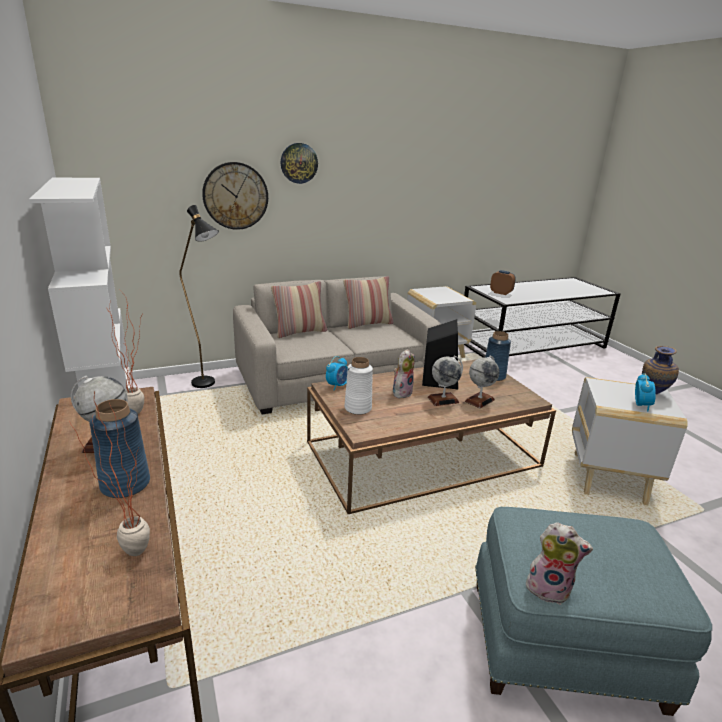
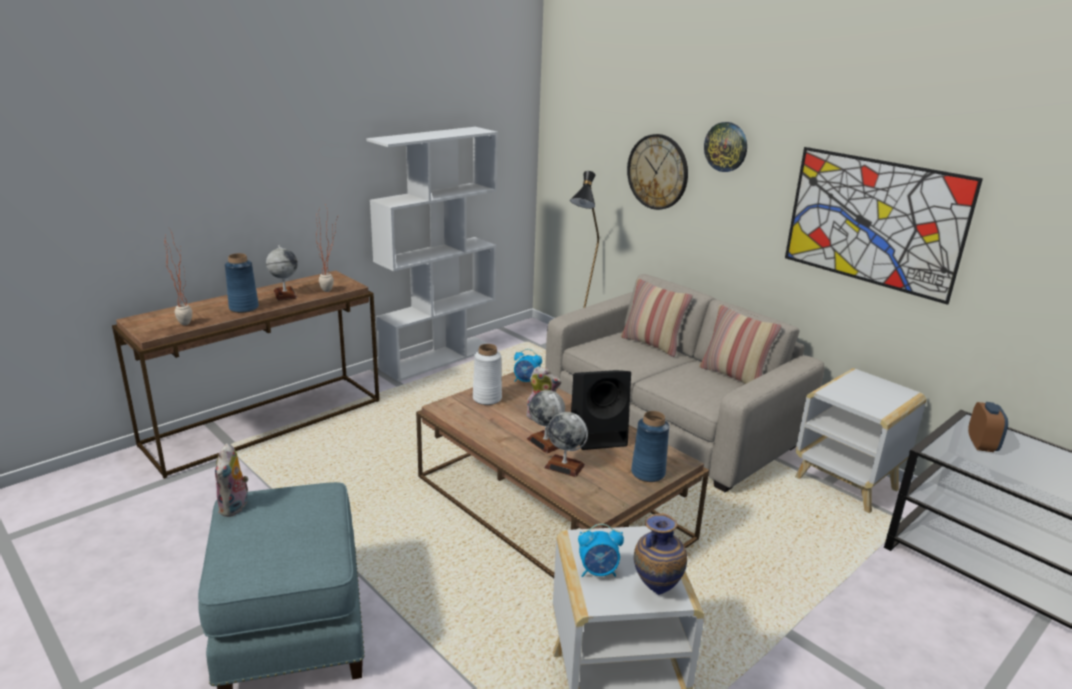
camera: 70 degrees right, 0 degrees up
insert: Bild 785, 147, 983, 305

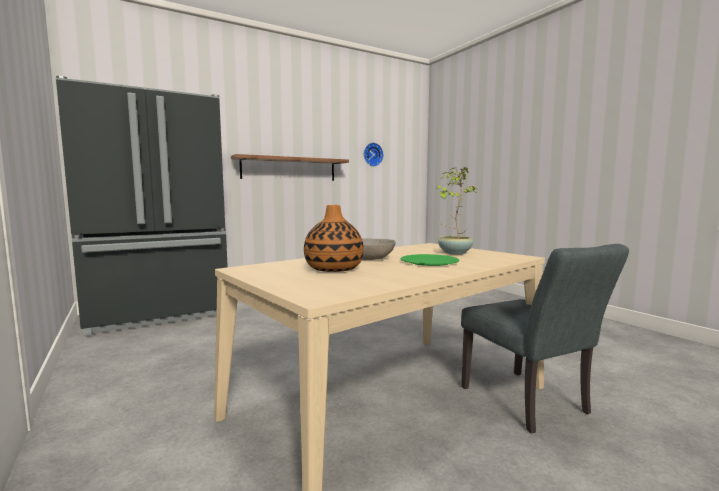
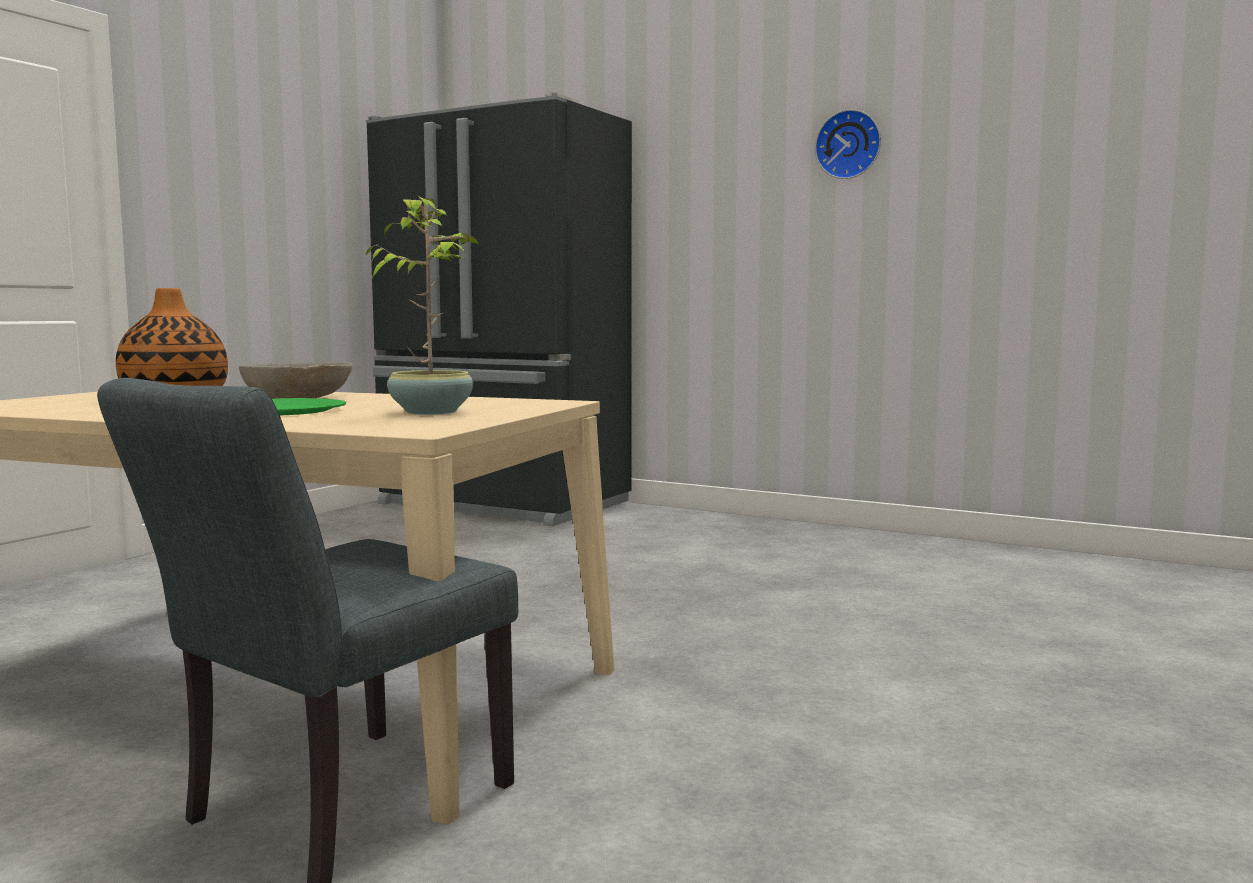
camera: 60 degrees right, 0 degrees up
delete: Wandregal 231, 154, 349, 181
move: Wanduhr 364, 143, 384, 167 to 815, 109, 881, 179

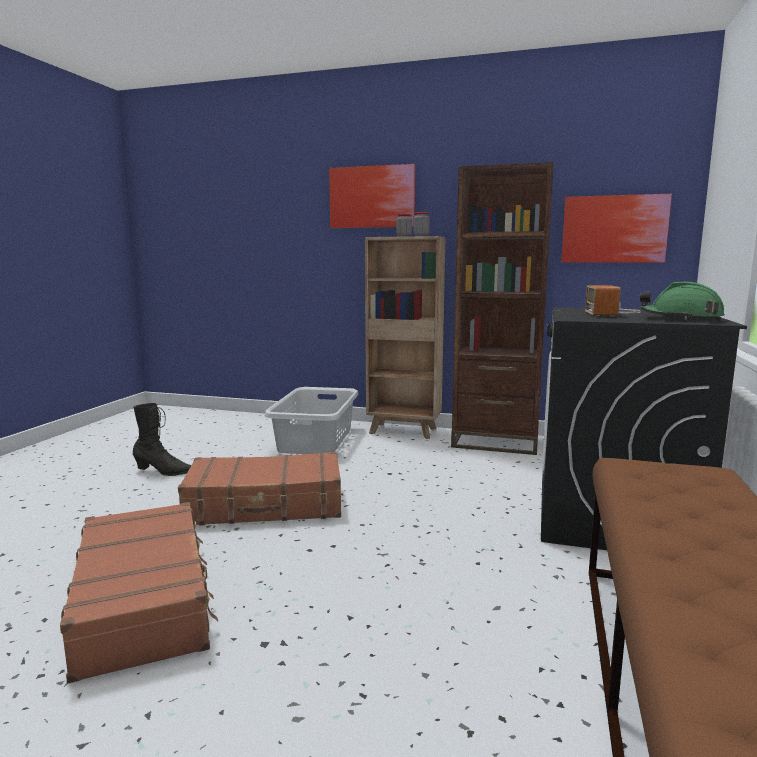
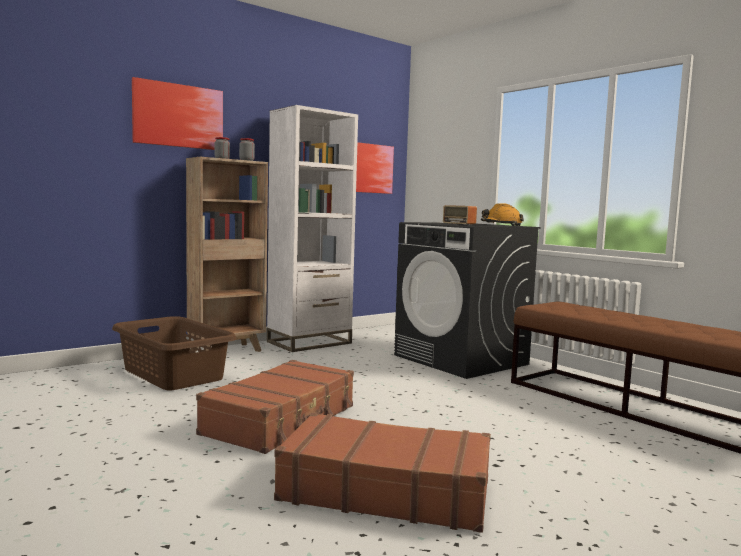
camera: 55 degrees left, 5 degrees down
delete: Stiefel (schwarz) 133, 403, 191, 476
recolor: Wäschekorb (grau) 265, 387, 358, 454 to Wäschekorb (braun) 112, 316, 236, 391; Bücherregal (braun) 451, 162, 554, 455 to Bücherregal (weiß) 267, 105, 358, 352; Schutzhelm (grün) 640, 282, 725, 322 to Schutzhelm (orange) 481, 203, 524, 226

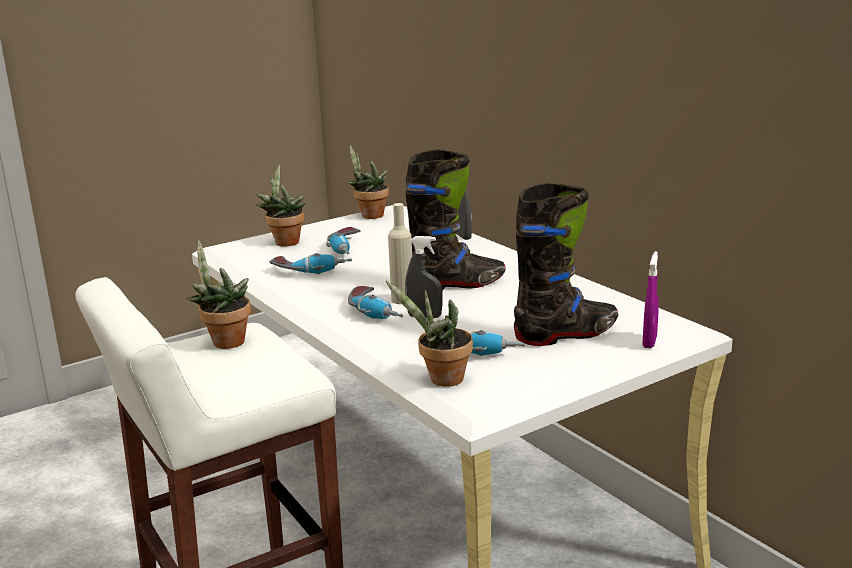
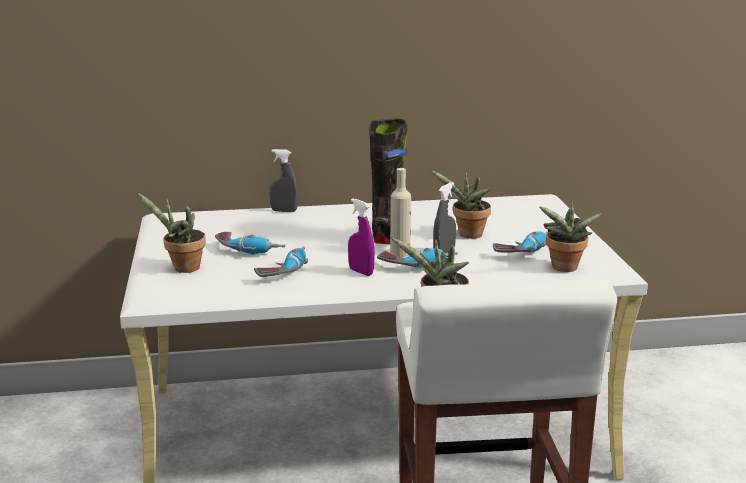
camera: 65 degrees left, 0 degrees up
delete: Stiefel (schwarz) 514, 182, 618, 346
move: Sprühflasche (lila) 643, 251, 659, 348 to 348, 198, 375, 276; Topfpflanze 347, 145, 389, 219 to 430, 170, 492, 239

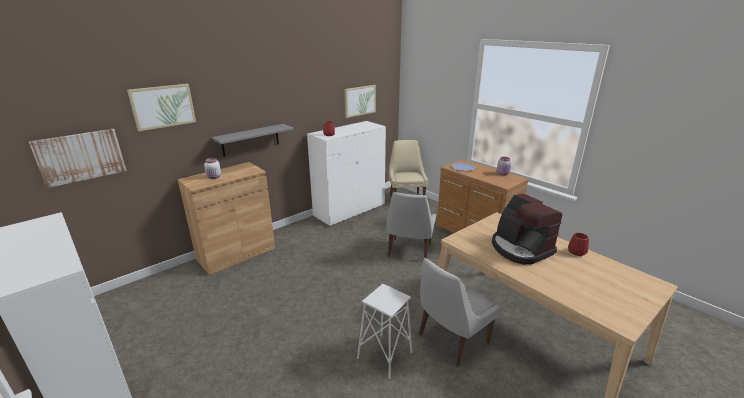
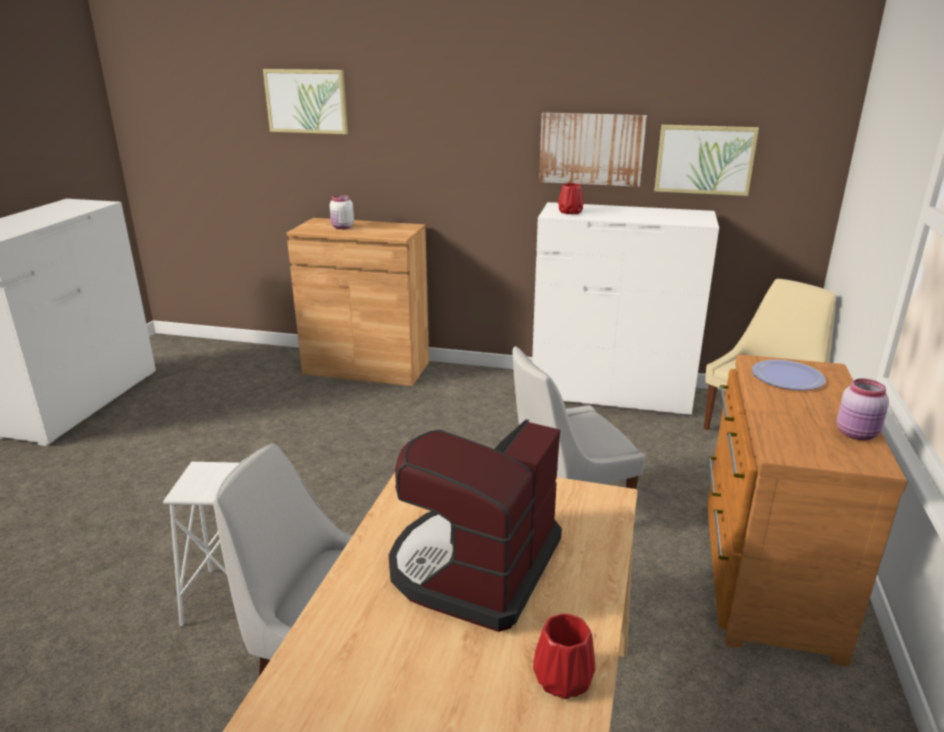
camera: 55 degrees right, 0 degrees up
delete: Wandregal (grau) 212, 124, 294, 157
move: Bild 29, 129, 126, 188 to 539, 112, 647, 187

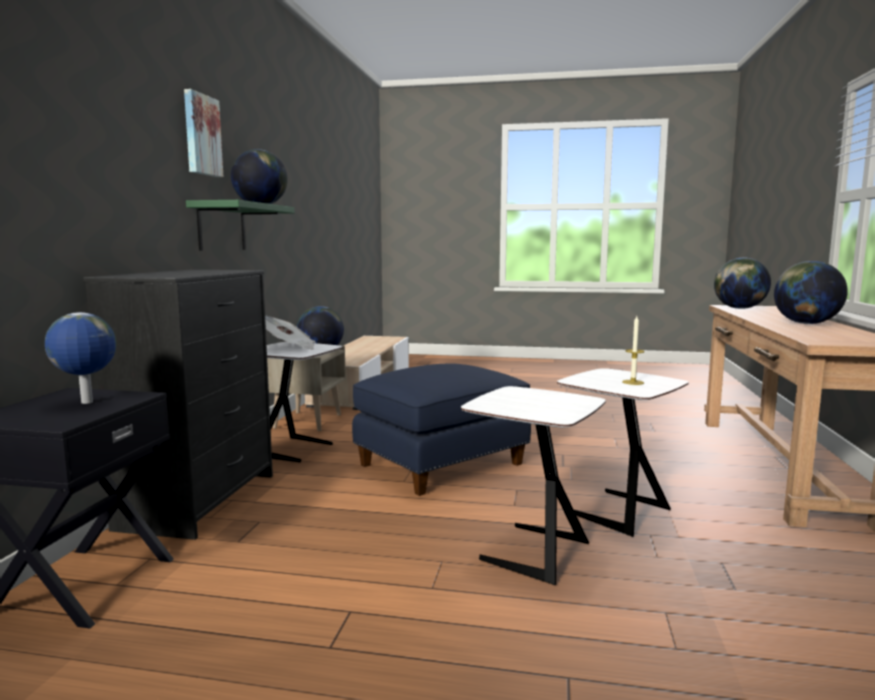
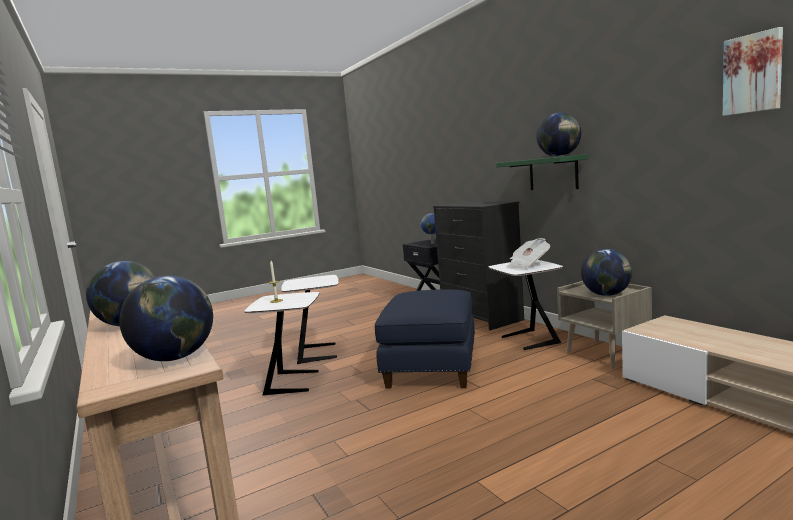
camera: 140 degrees right, 0 degrees up
move: Bild 184, 89, 223, 177 to 723, 27, 783, 116

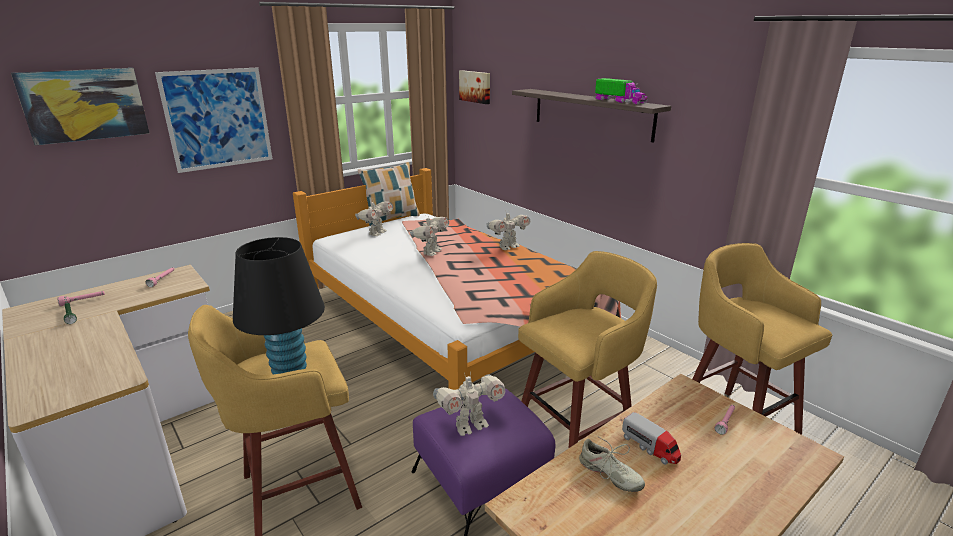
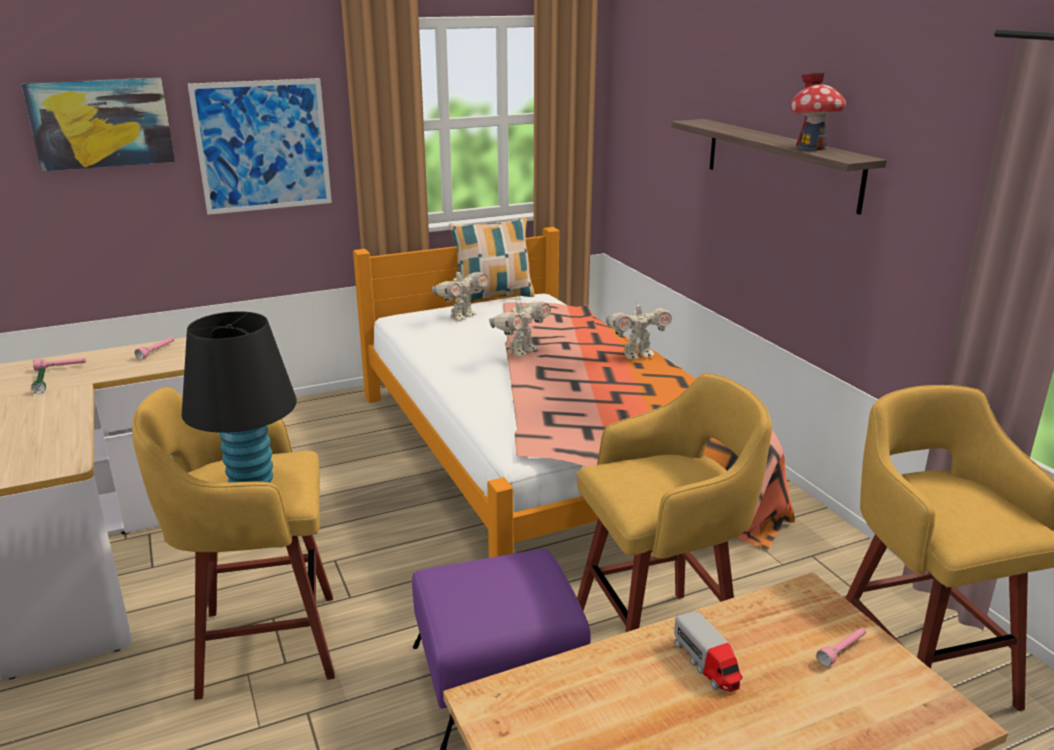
camera: 15 degrees right, 0 degrees up
delete: Spielzeugroboter 433, 371, 506, 436; Bild 459, 70, 490, 104; Schuh (beige) 579, 436, 645, 492
replace: Spielzeuglaster 595, 78, 648, 105 to Spielzeughaus 791, 73, 846, 151

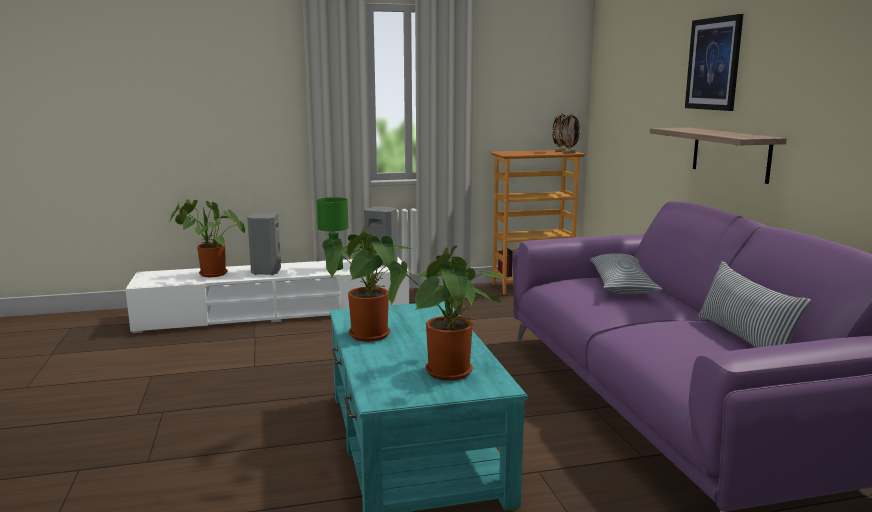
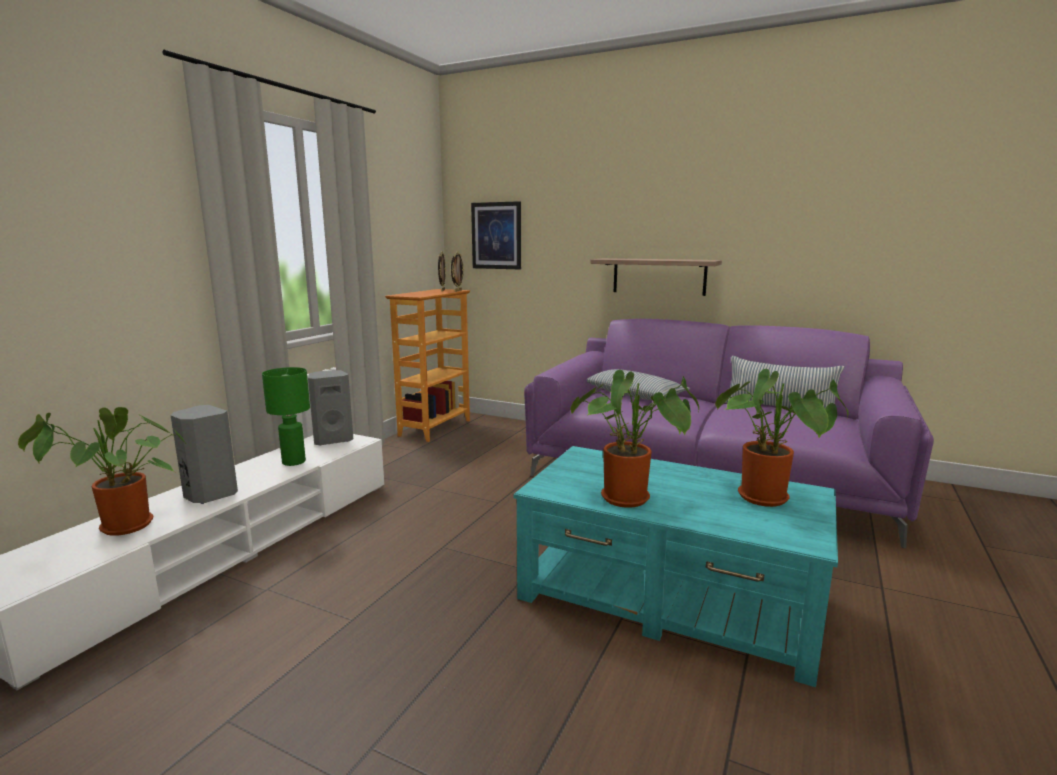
camera: 50 degrees left, 0 degrees up
move: Bild 685, 14, 743, 111 to 471, 201, 521, 269

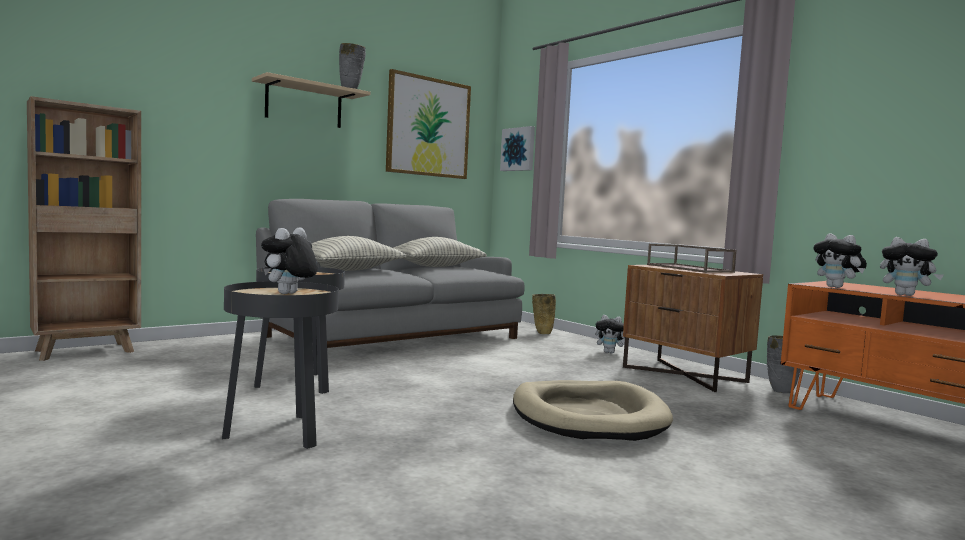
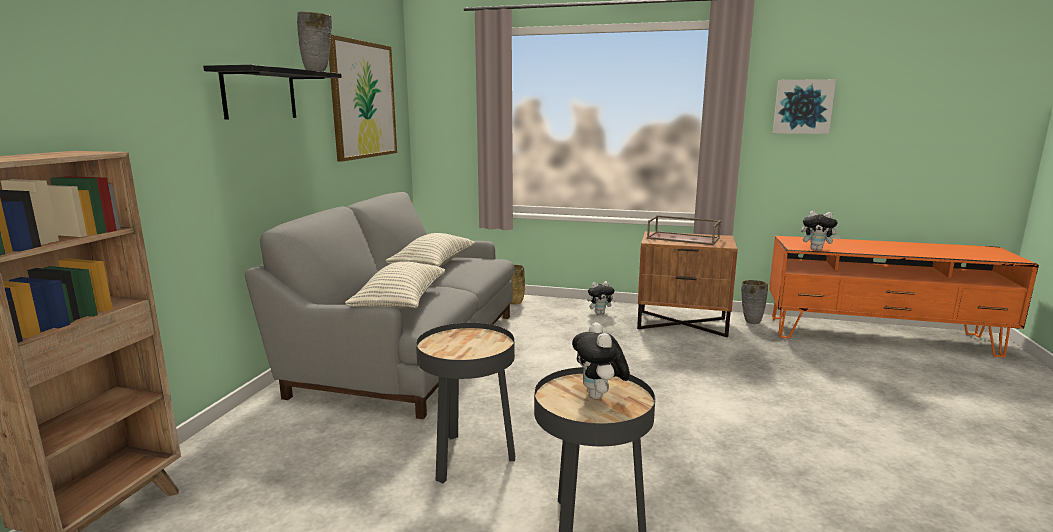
camera: 35 degrees left, 10 degrees up
delete: Hundebett (beige) 513, 380, 673, 441; Plüschtier 880, 237, 944, 296
move: Bild 500, 126, 535, 171 to 773, 79, 836, 134
recolor: Wandregal (beige) 252, 72, 370, 128 to Wandregal (schwarz) 203, 65, 342, 119

